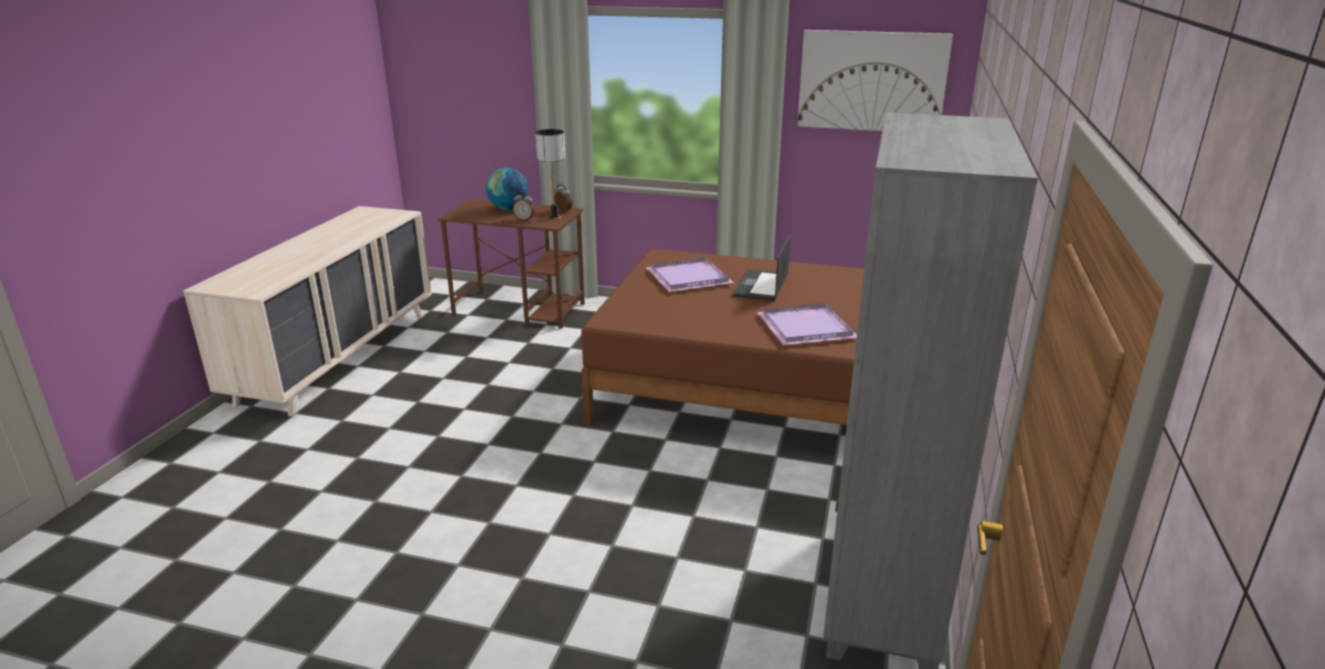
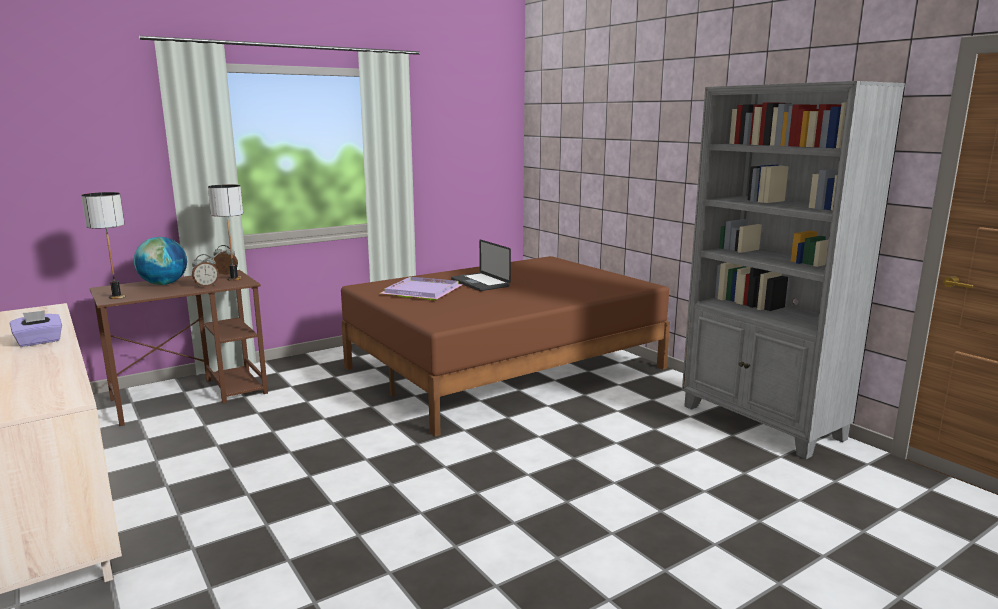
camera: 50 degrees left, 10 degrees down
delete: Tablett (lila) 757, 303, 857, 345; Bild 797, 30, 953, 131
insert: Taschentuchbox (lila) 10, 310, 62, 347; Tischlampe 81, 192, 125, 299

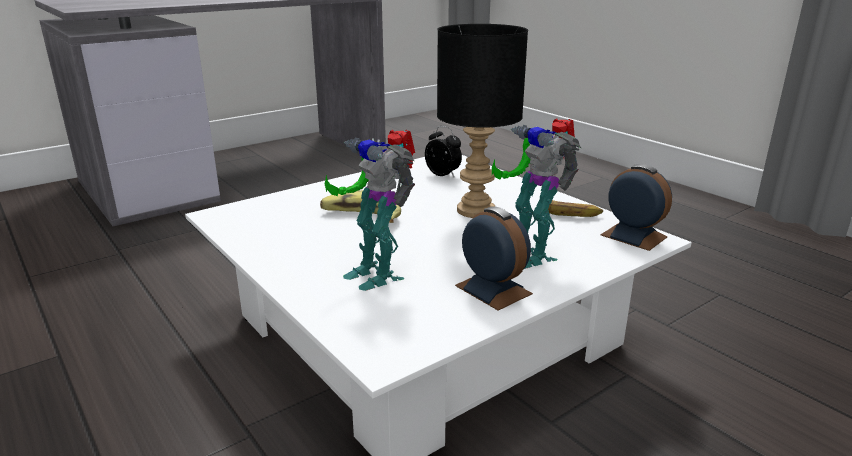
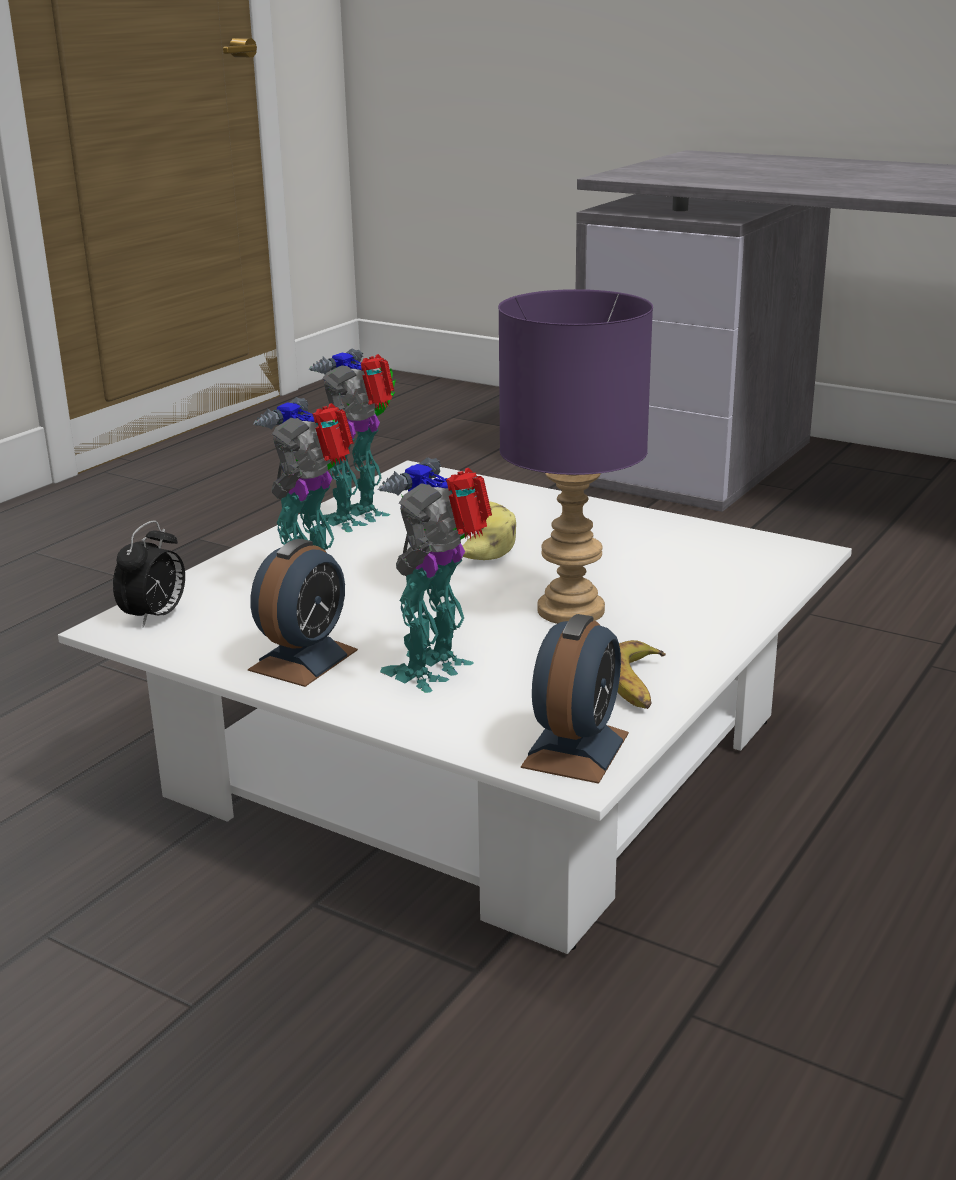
camera: 70 degrees right, 0 degrees up
insert: Spielzeugroboter 308, 348, 396, 532
move: Wecker 425, 126, 462, 177 to 113, 520, 185, 628
recolor: Tischlampe (schwarz) 437, 24, 528, 218 to Tischlampe (lila) 498, 289, 653, 624

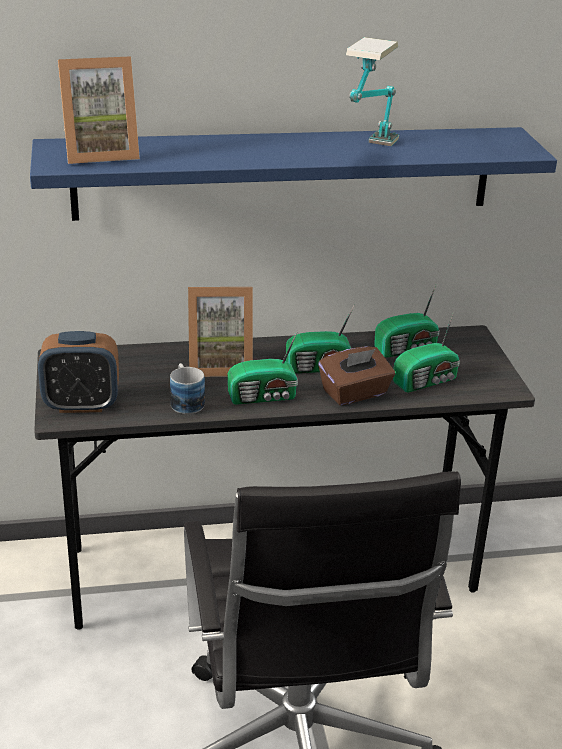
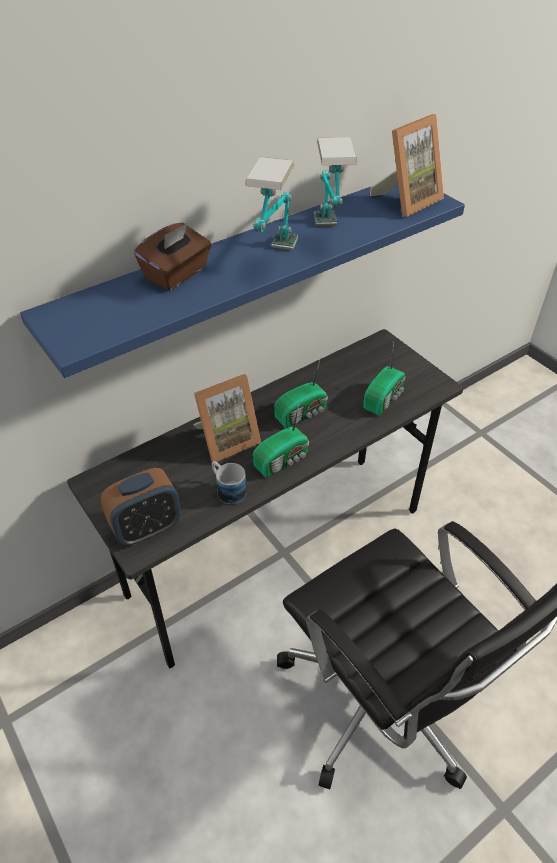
camera: 25 degrees left, 15 degrees up
delete: Radio 374, 285, 440, 358
insert: Tischlampe 245, 157, 298, 250
move: Taschentuchbox (braun) 318, 346, 395, 405 to 134, 222, 211, 290; Bilderrahmen 58, 56, 140, 164 to 370, 114, 444, 217

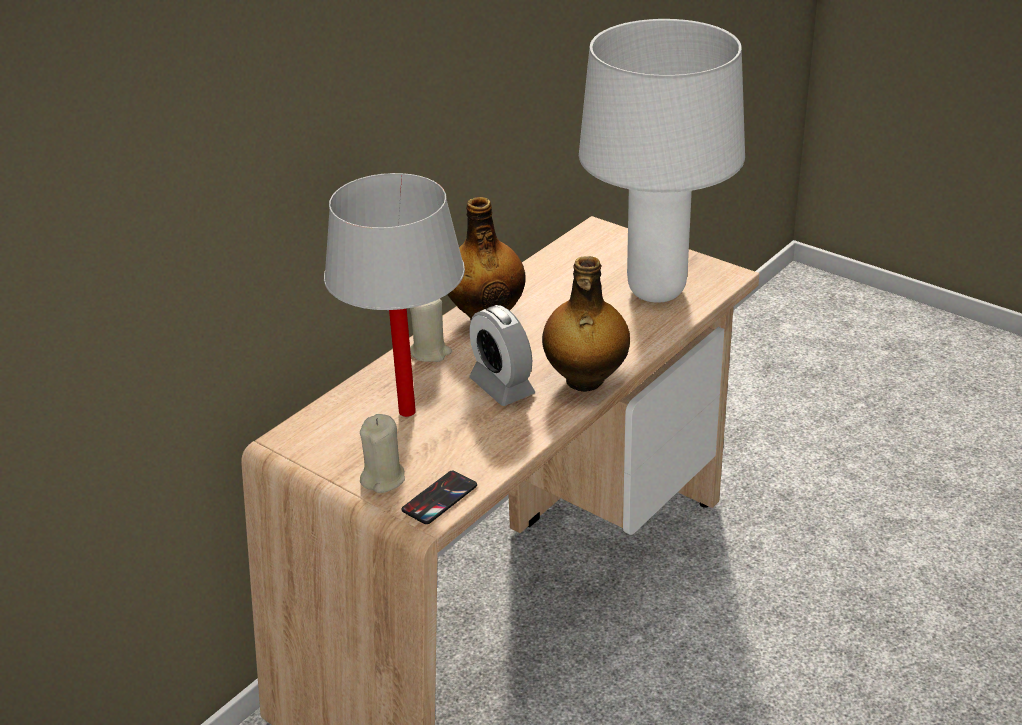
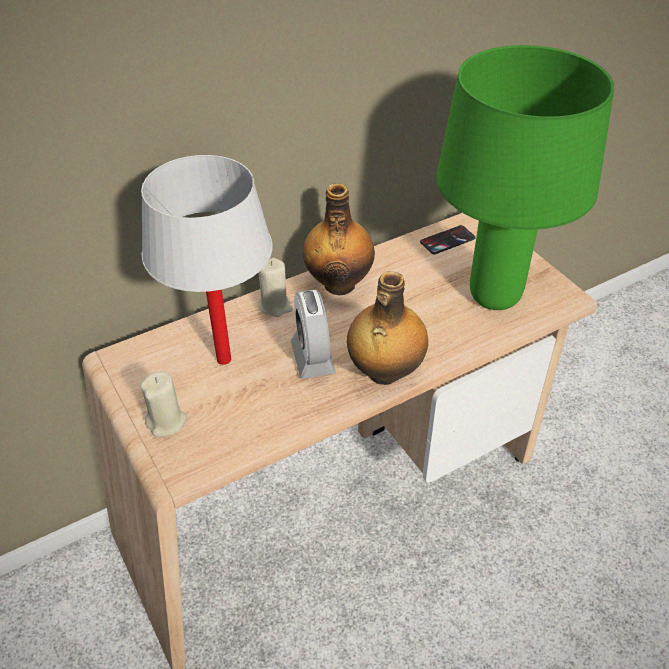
camera: 20 degrees right, 10 degrees up
move: Handy 402, 471, 477, 524 to 420, 225, 476, 254
recolor: Tischlampe (weiß) 579, 19, 745, 303 to Tischlampe (grün) 436, 45, 614, 310

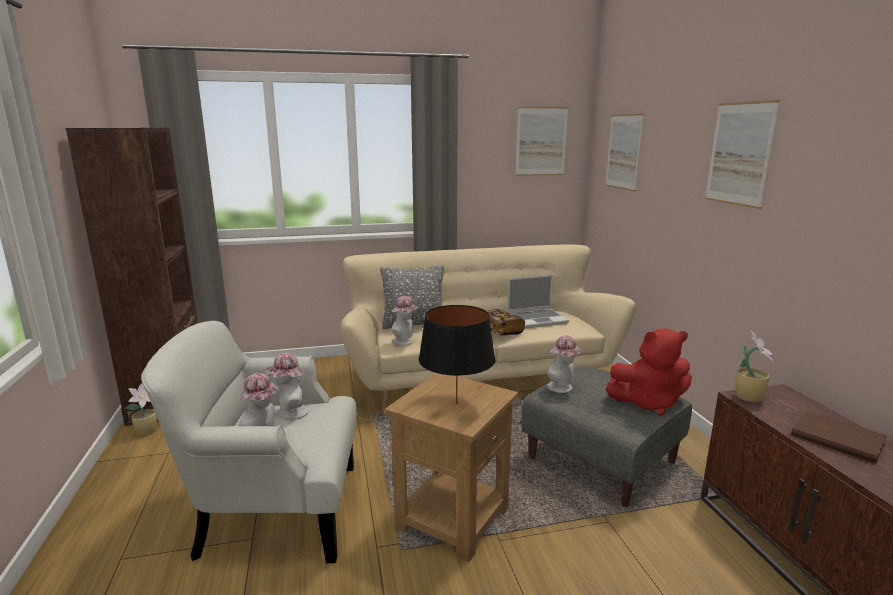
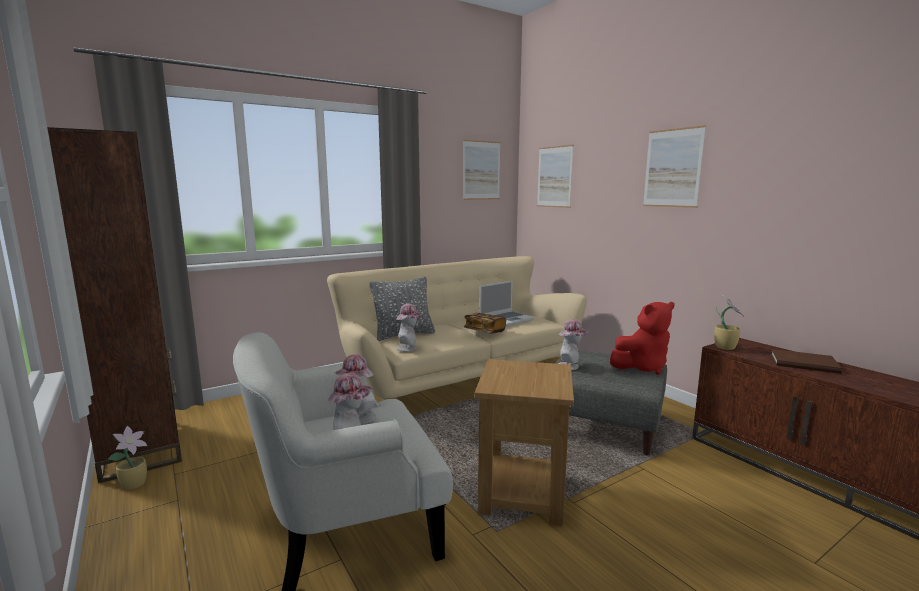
camera: 20 degrees left, 5 degrees down
delete: Tischlampe (schwarz) 419, 305, 495, 405

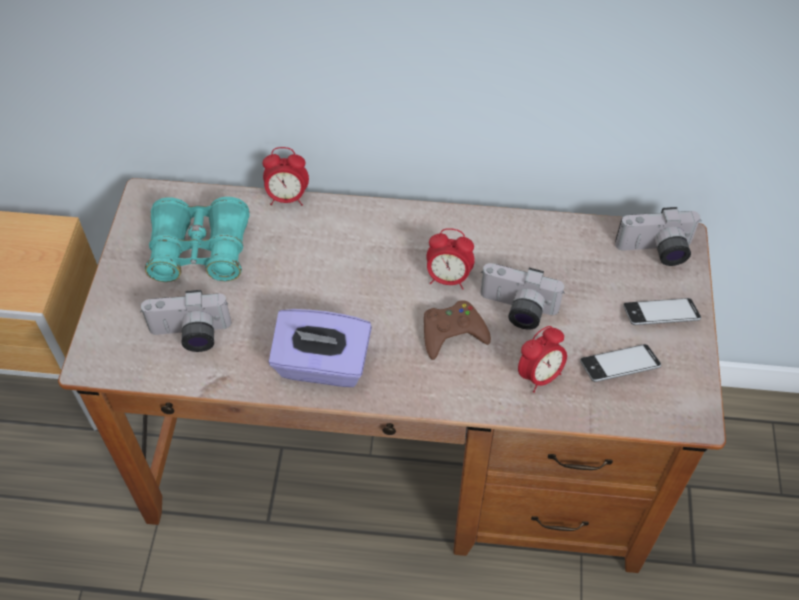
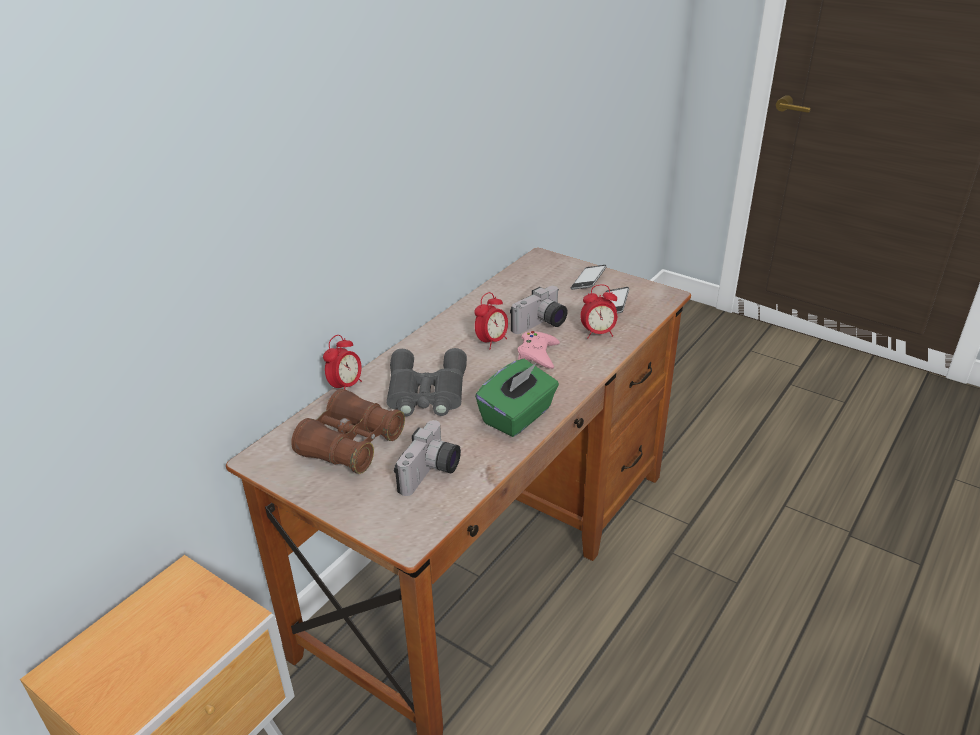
camera: 60 degrees left, 20 degrees down
delete: Kamera 615, 207, 702, 266
insert: Fernglas (grau) 386, 348, 467, 416
recolor: Fernglas (türkis) 145, 197, 250, 282 to Fernglas (braun) 291, 389, 405, 474; Taschentuchbox (lila) 269, 309, 372, 387 to Taschentuchbox (grün) 475, 359, 559, 437; Gamepad (braun) 424, 300, 491, 360 to Gamepad (rosa) 518, 331, 560, 369
rotate: Wecker 518, 326, 567, 393 = 580, 284, 617, 338 90 degrees clockwise

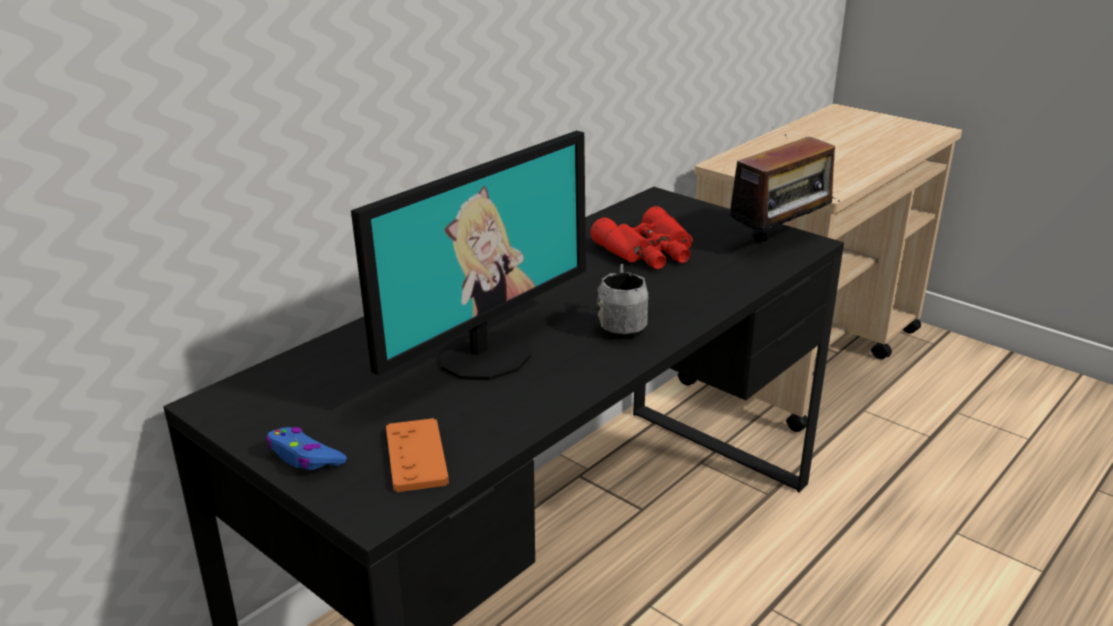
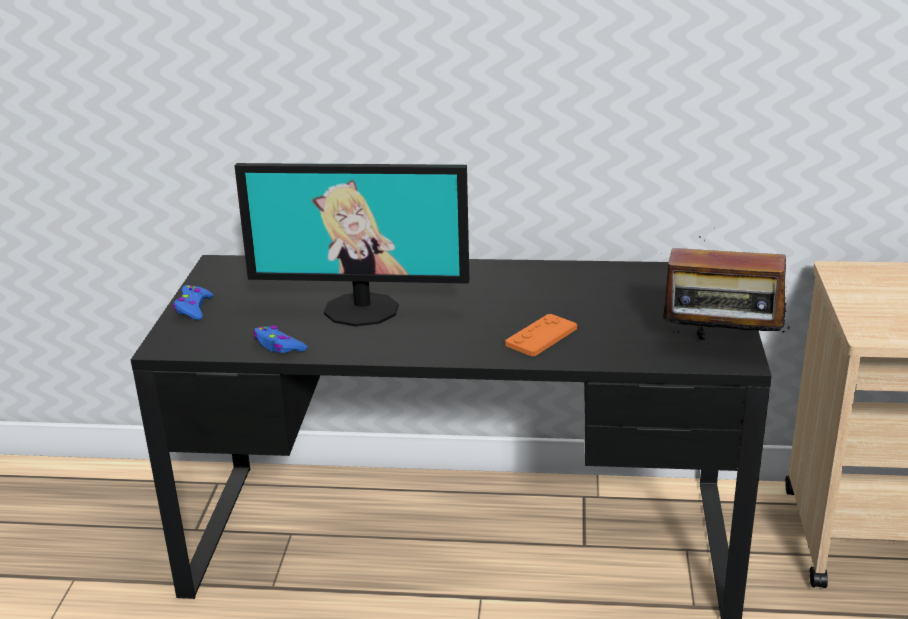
camera: 55 degrees right, 0 degrees up
delete: Fernglas (rot) 591, 206, 693, 269; Henkelbecher (grau) 596, 264, 649, 339
insert: Gamepad (blau) 253, 326, 308, 353
move: Gamepad (orange) 386, 418, 449, 492 to 505, 314, 577, 357

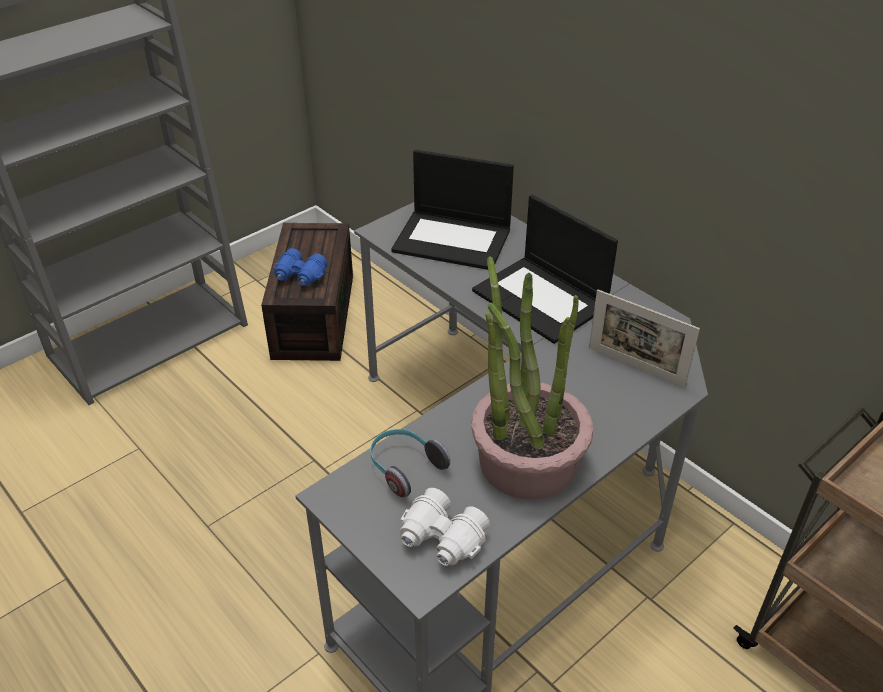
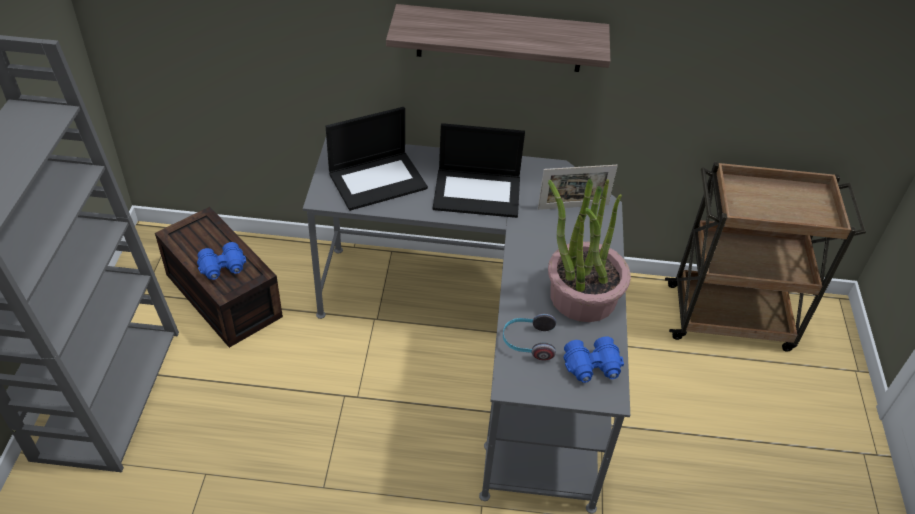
camera: 45 degrees left, 5 degrees up
insert: Wandregal 386, 4, 610, 72
recolor: Fernglas (weiß) 400, 488, 490, 566 to Fernglas (blau) 564, 336, 624, 383

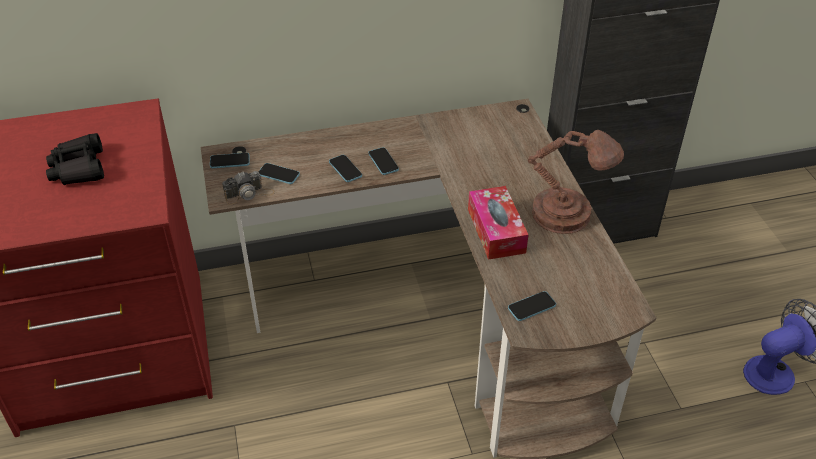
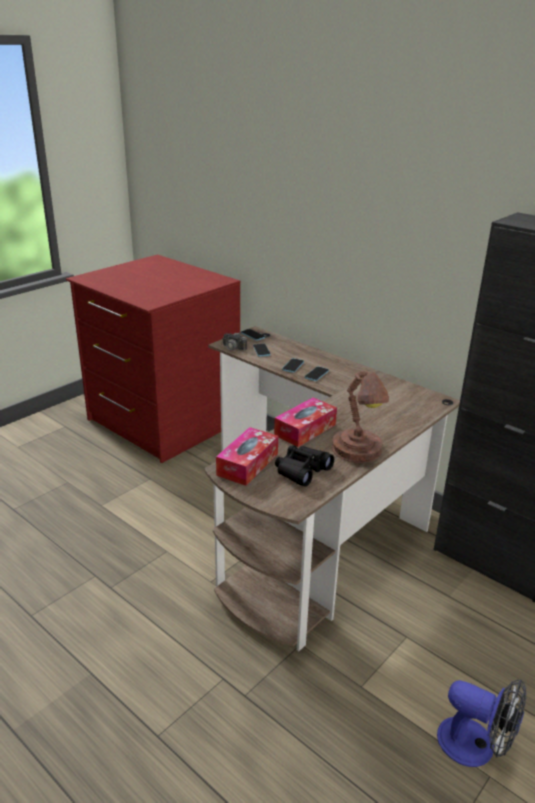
camera: 55 degrees right, 15 degrees down
move: Fernglas (schwarz) 46, 133, 104, 185 to 275, 445, 334, 486
replace: Handy 508, 291, 556, 321 to Taschentuchbox 216, 427, 278, 486

